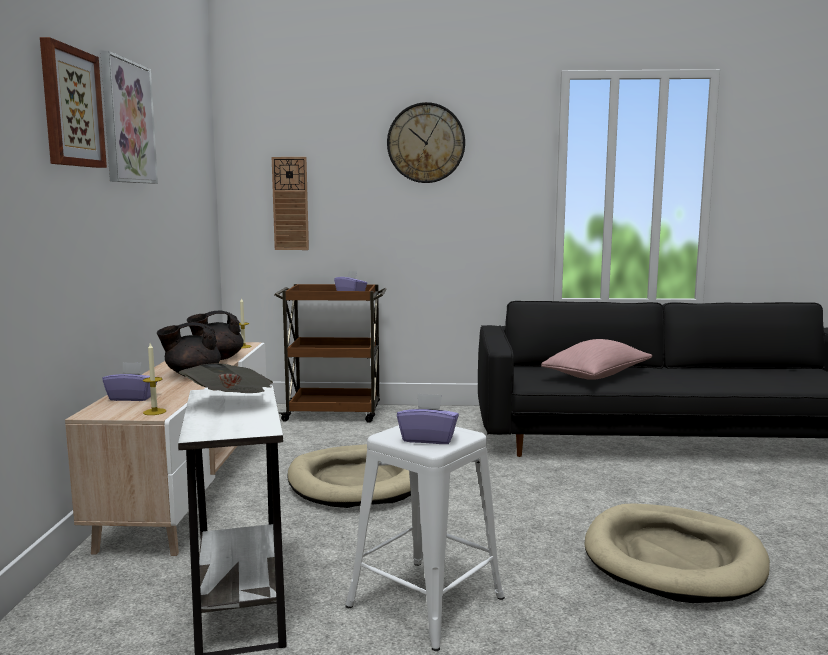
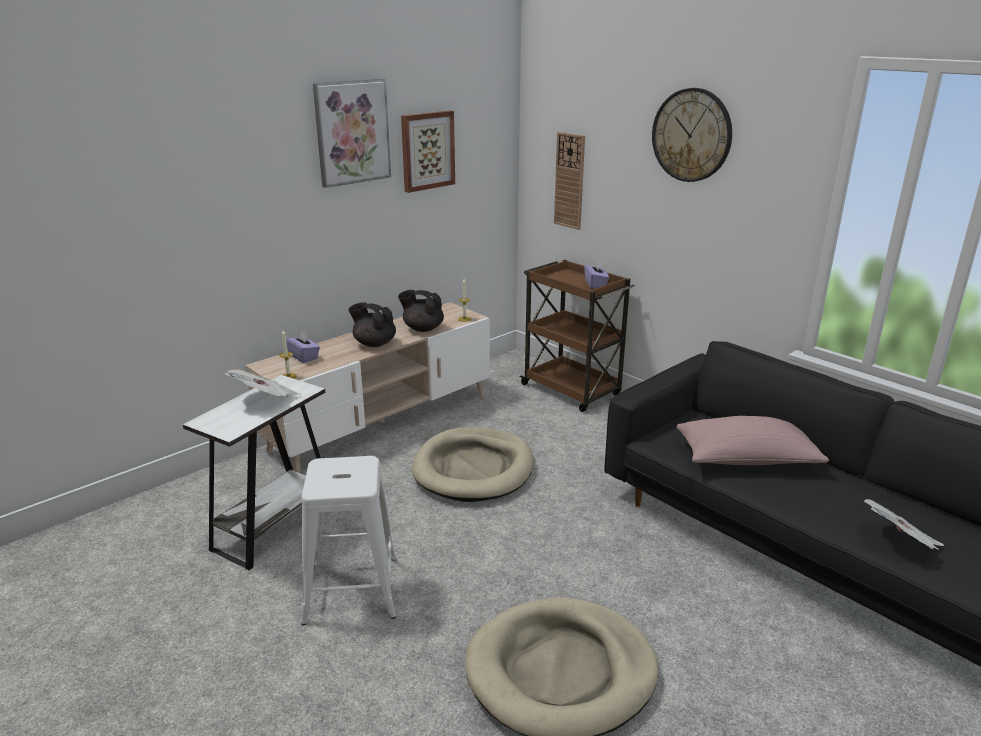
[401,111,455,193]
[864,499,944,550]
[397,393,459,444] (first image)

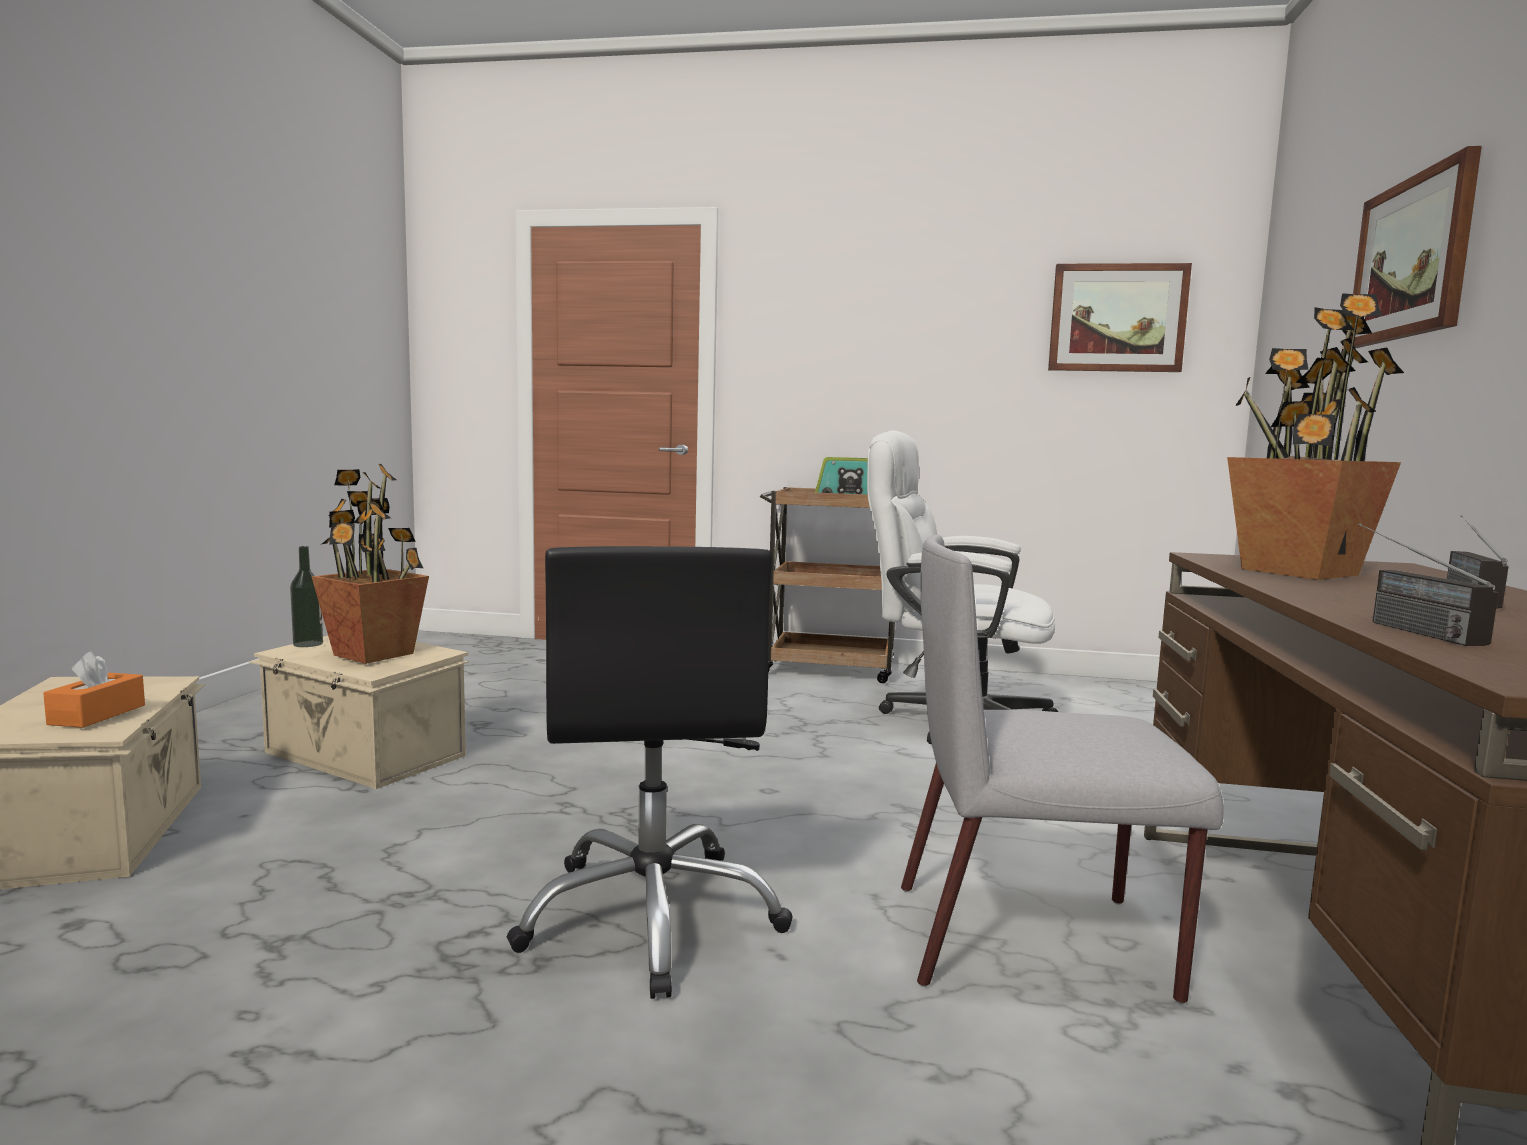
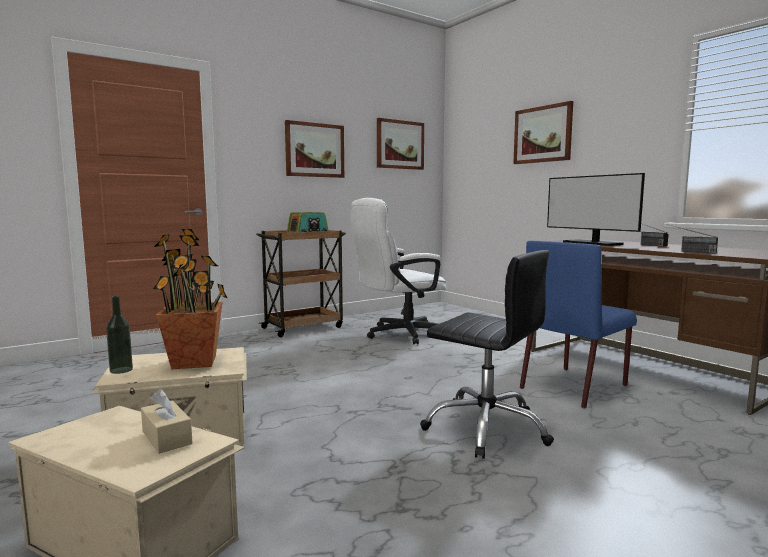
[141,389,192,454]
[285,120,344,178]
[520,241,637,409]
[547,173,645,246]

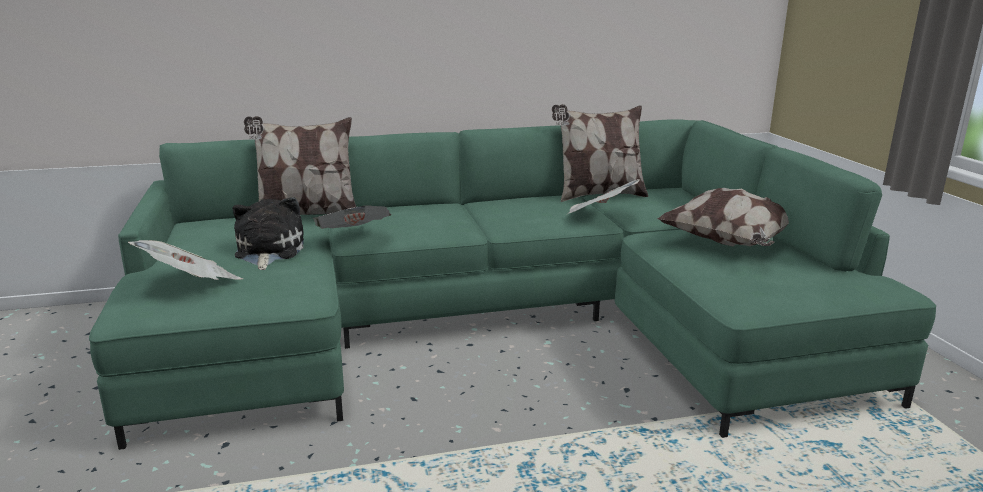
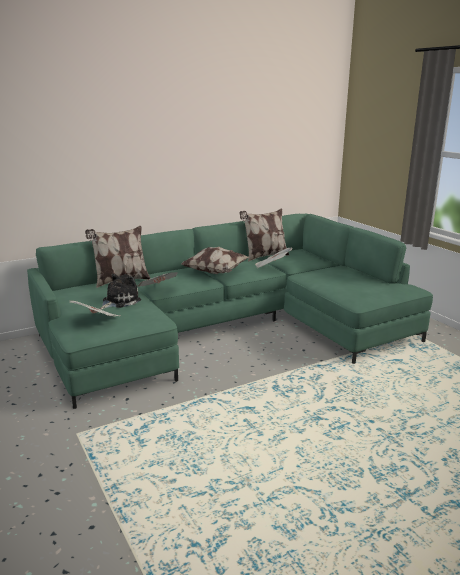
[99,274,141,310]
[181,247,249,274]

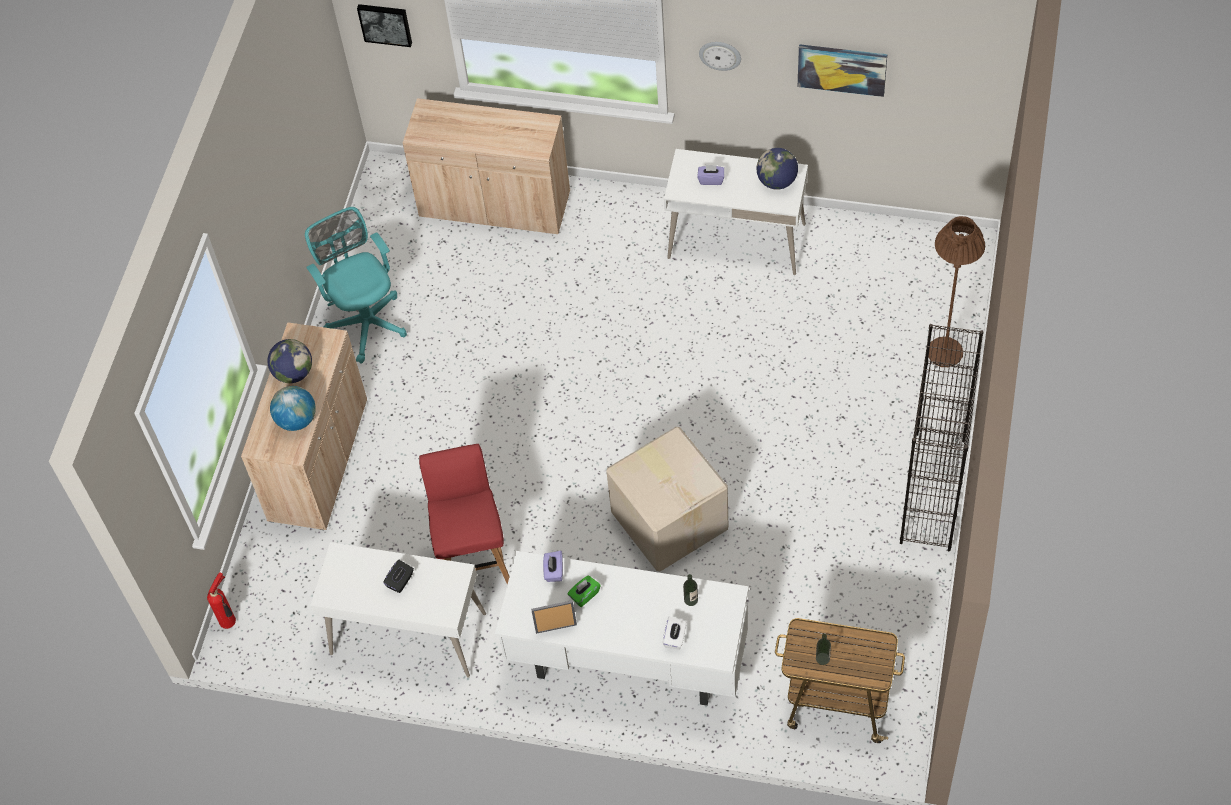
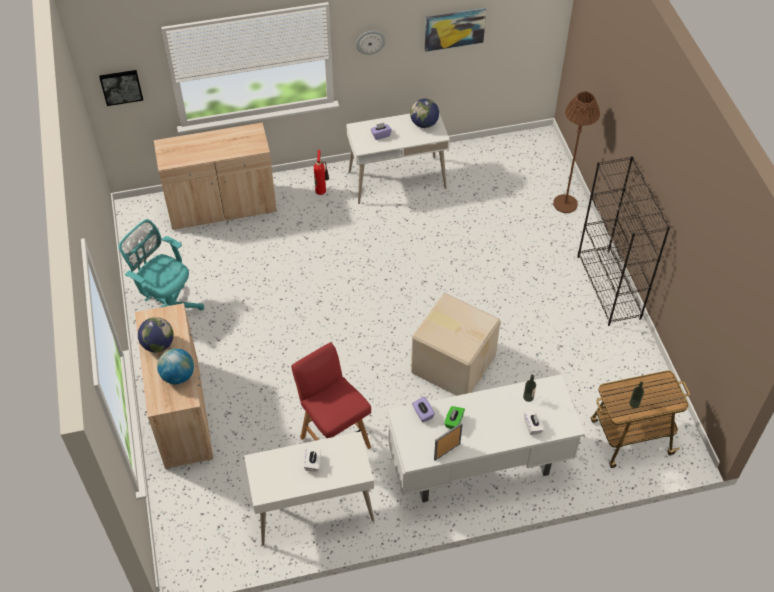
[304,447,321,472]
[314,150,329,195]

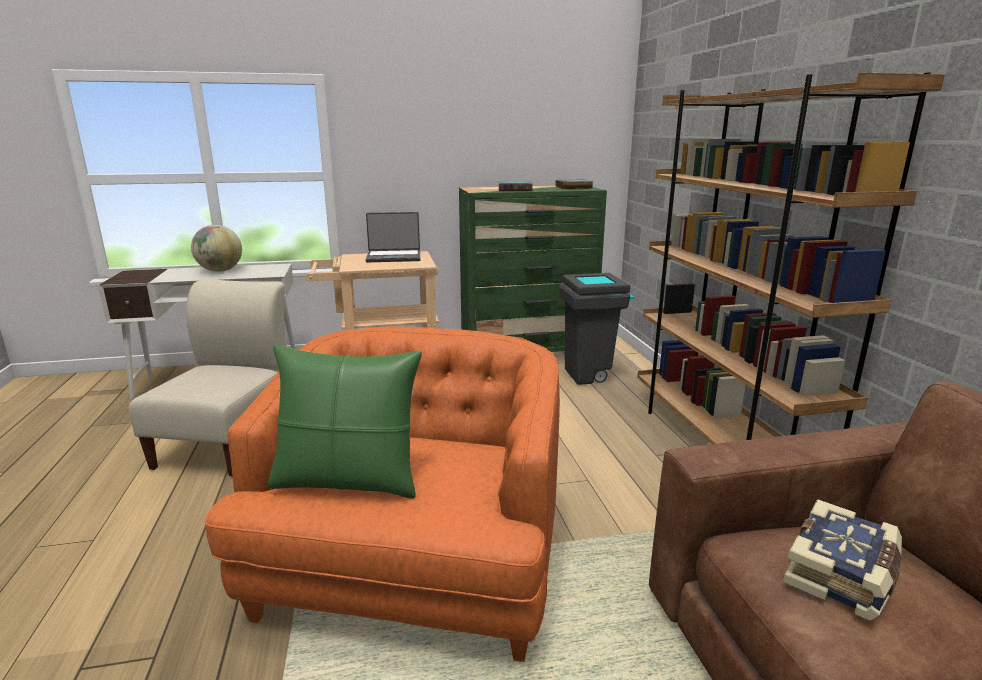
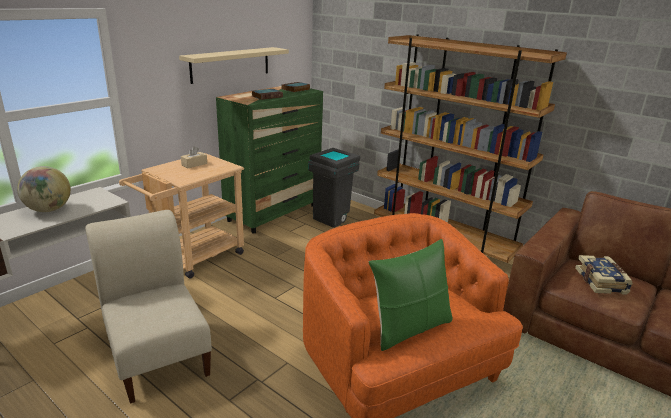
[179,47,289,84]
[181,146,207,168]

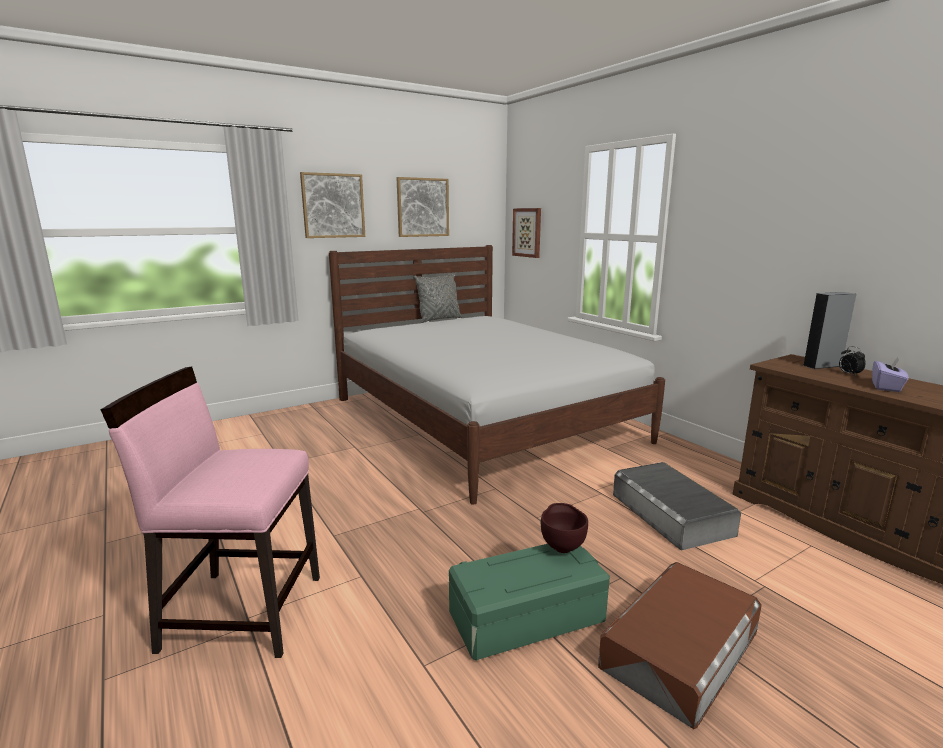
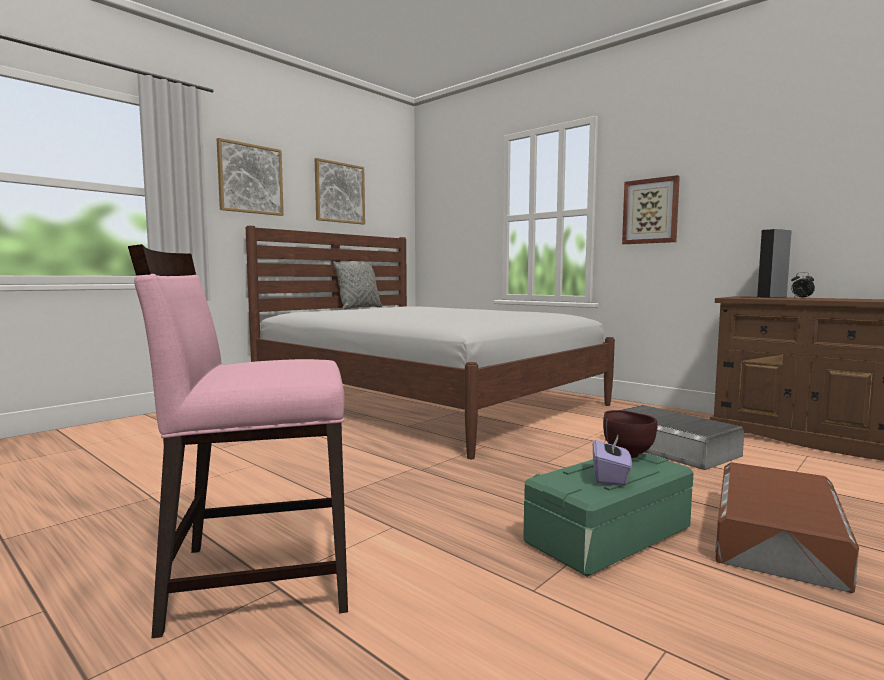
[593,435,632,486]
[622,175,680,244]

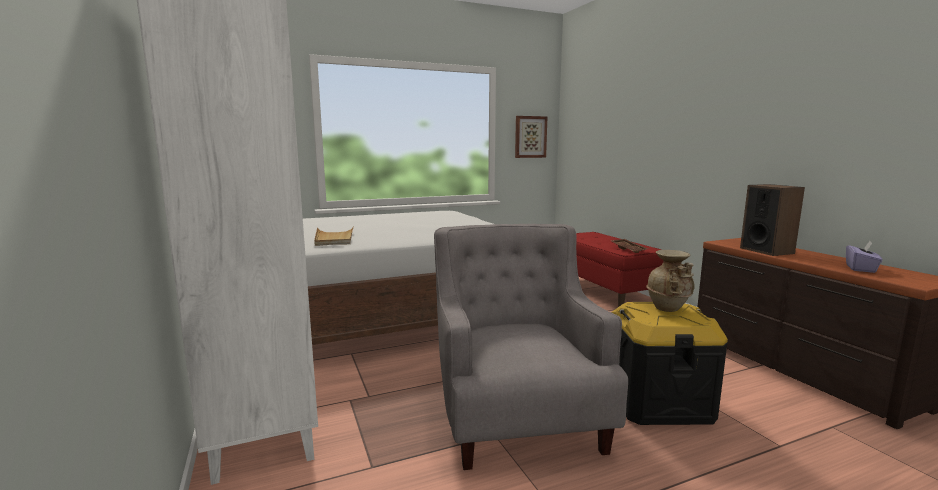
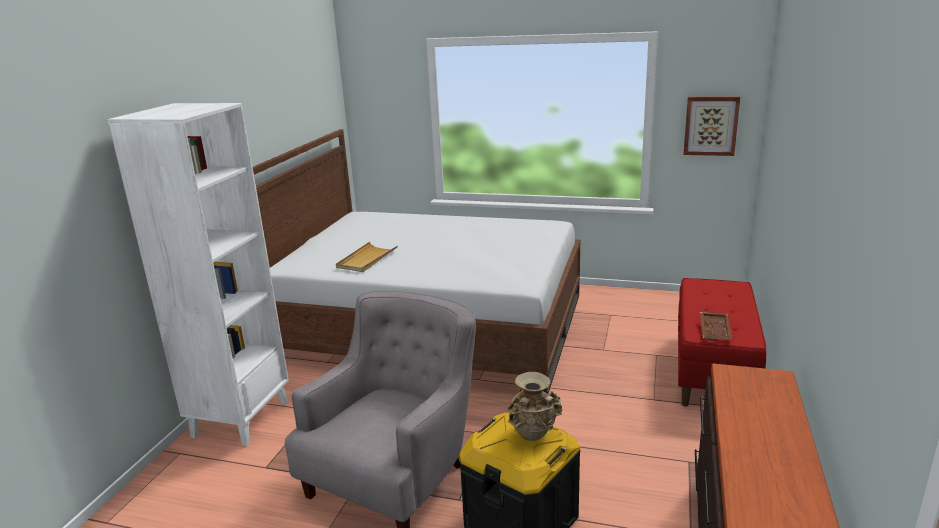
[740,184,805,256] (first image)
[846,241,883,273] (first image)

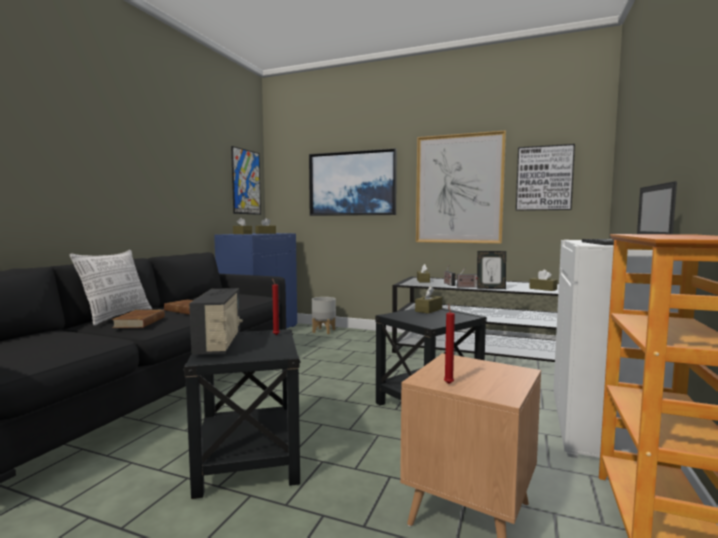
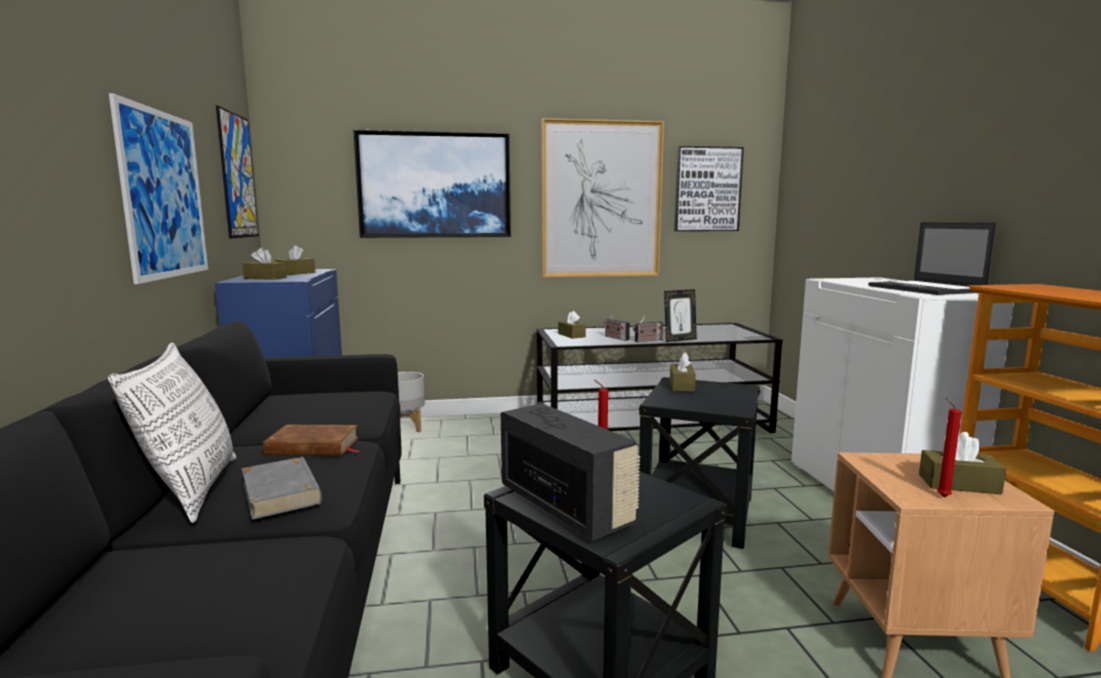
[109,93,208,284]
[242,457,322,520]
[919,432,1006,494]

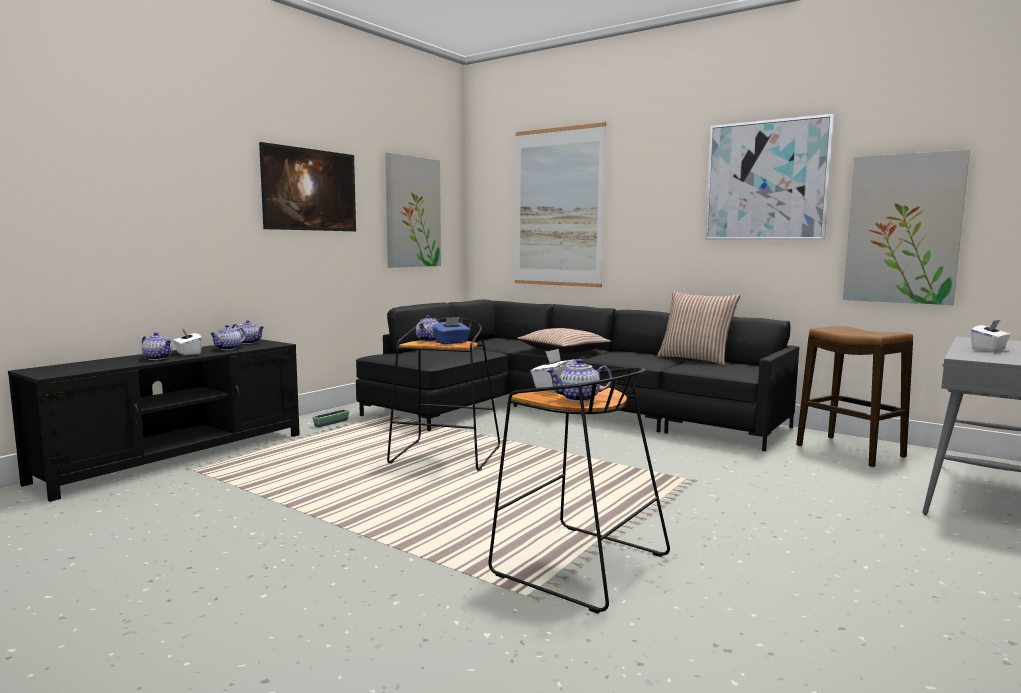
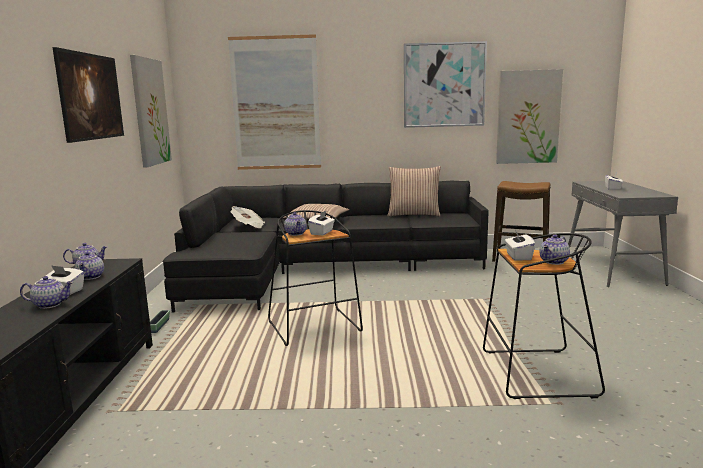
[230,206,265,228]
[308,211,335,235]

